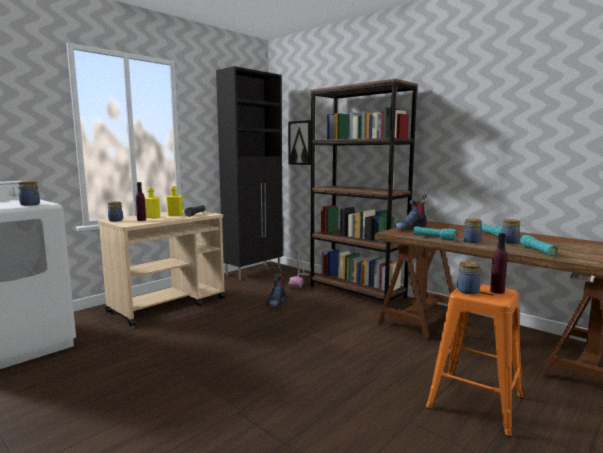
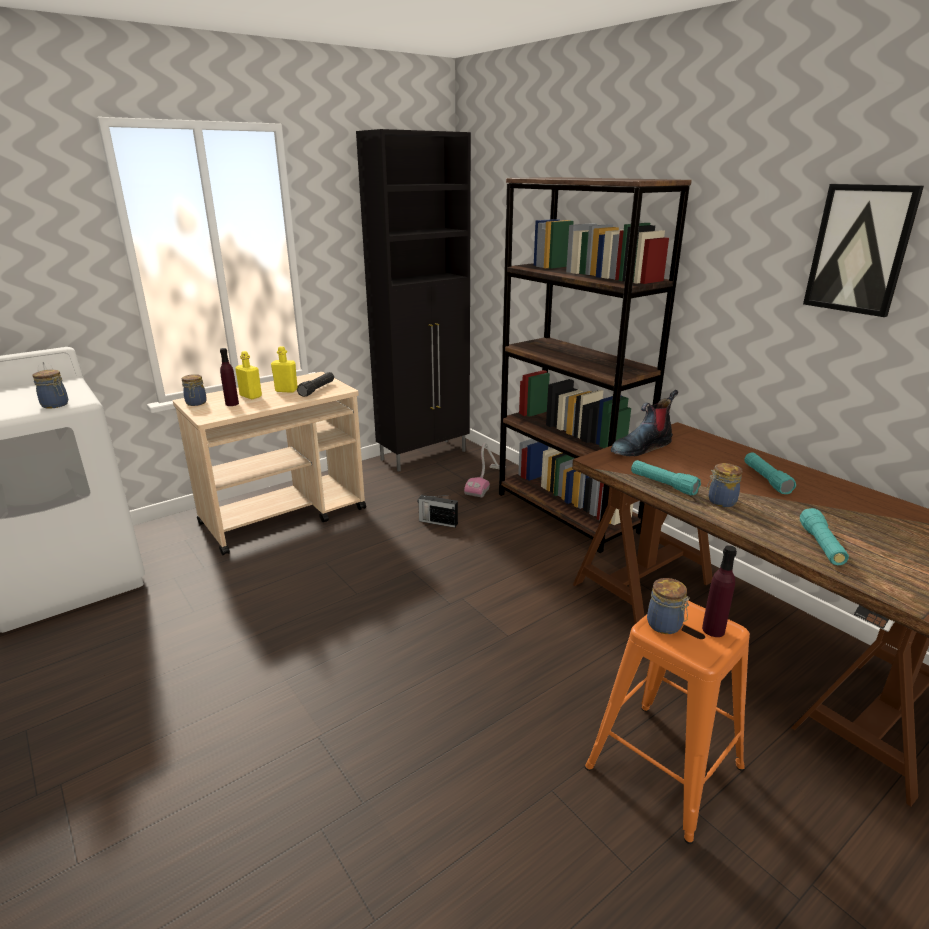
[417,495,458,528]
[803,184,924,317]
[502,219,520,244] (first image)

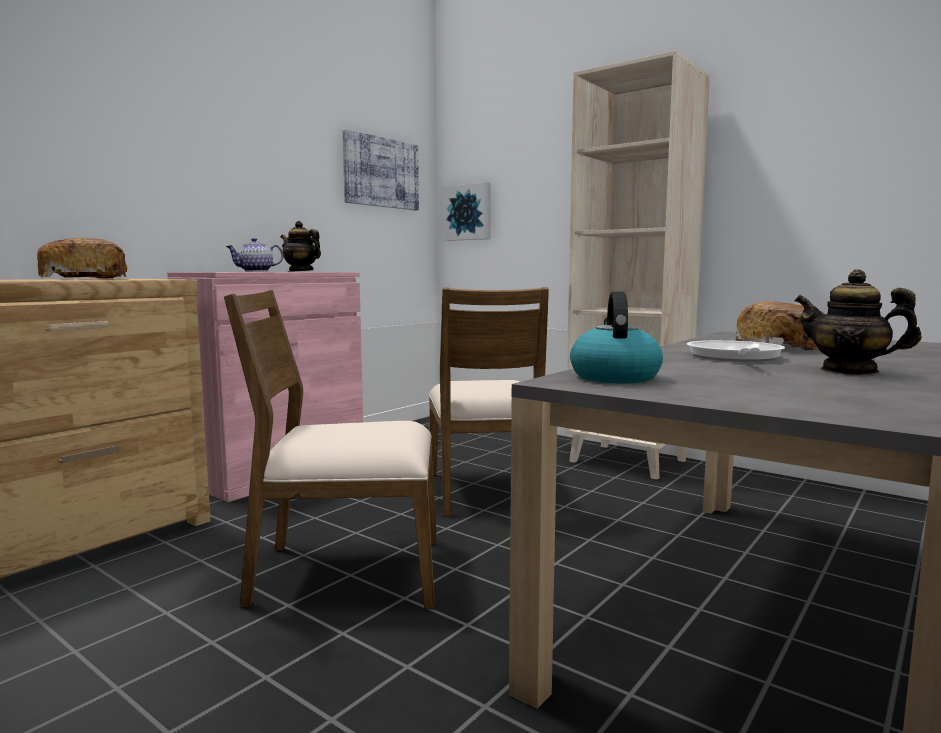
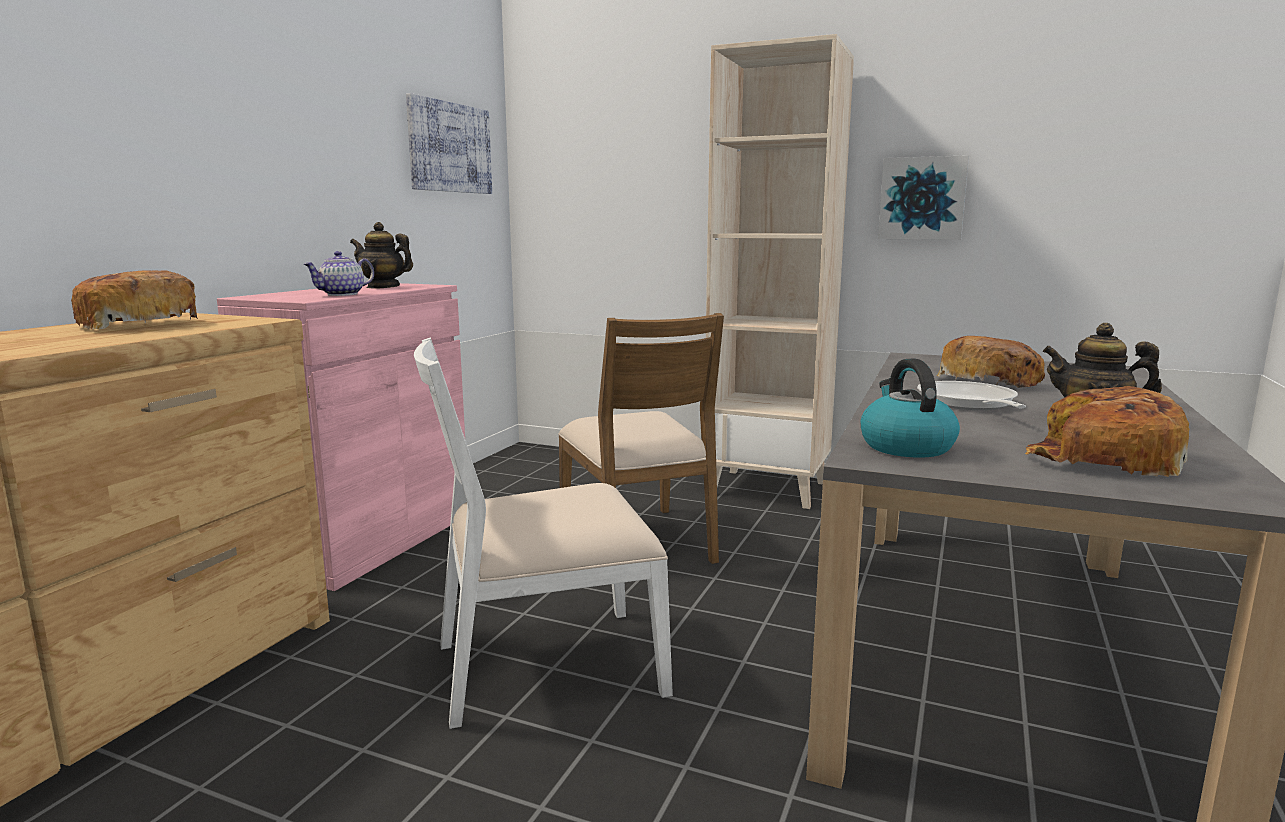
[414,337,673,729]
[878,155,969,240]
[1025,386,1189,477]

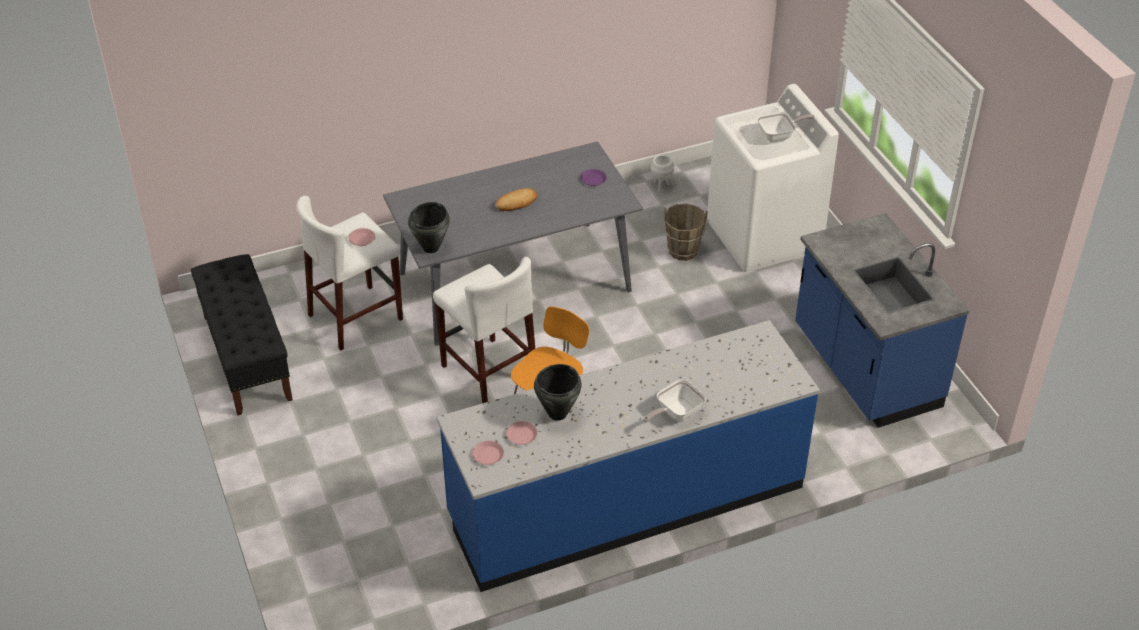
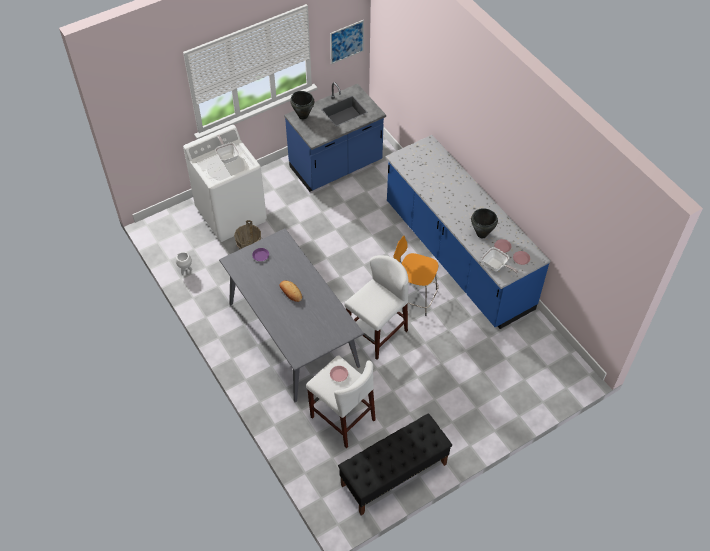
[290,91,315,119]
[330,20,364,64]
[482,247,519,274]

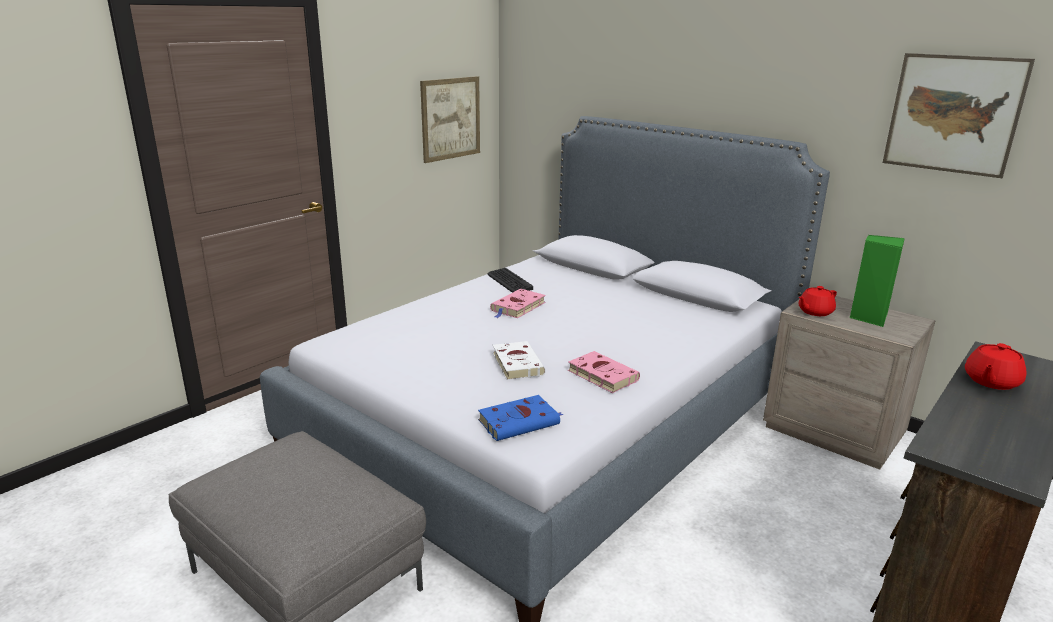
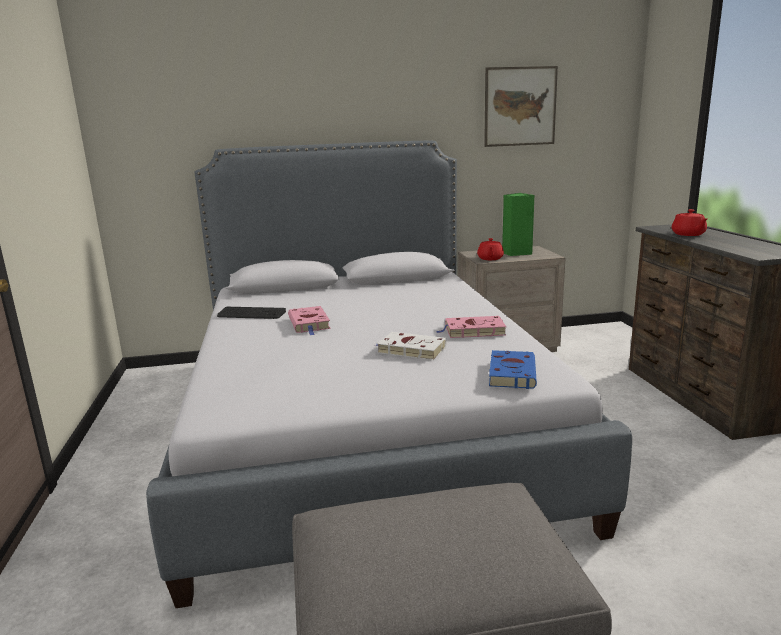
[420,76,480,163] (first image)

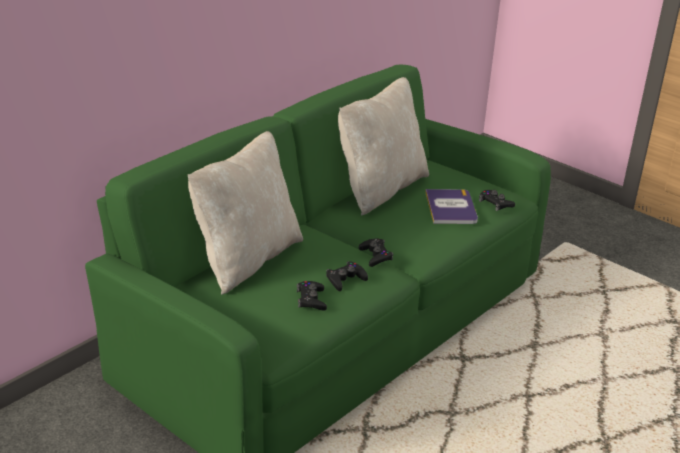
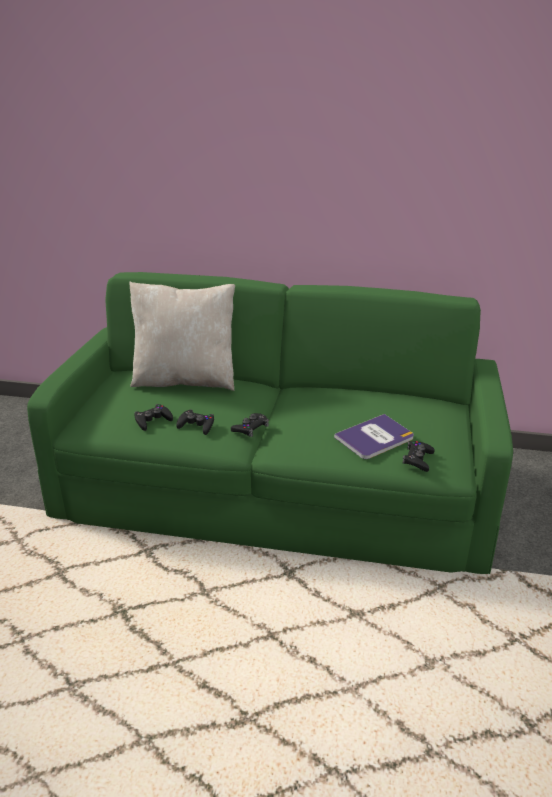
[338,77,429,215] (first image)

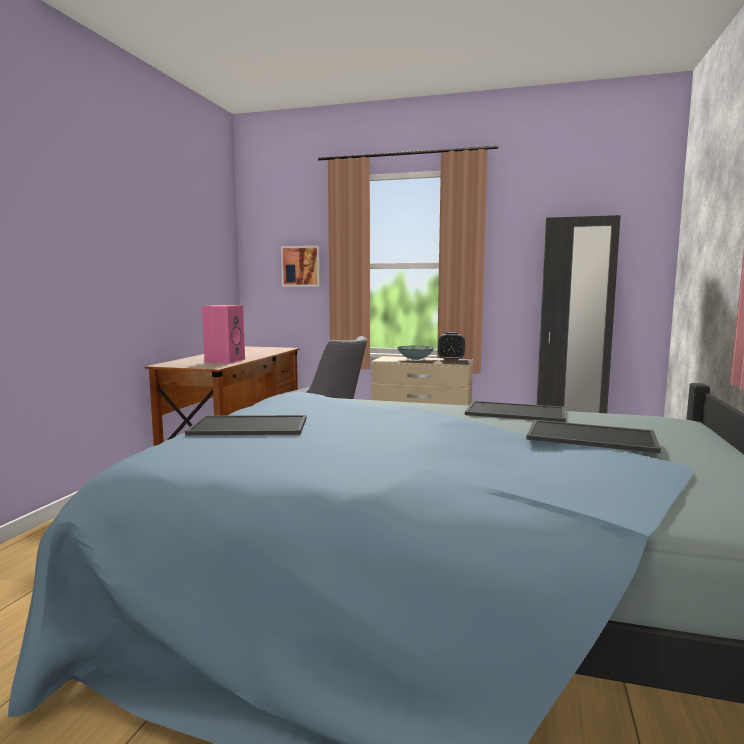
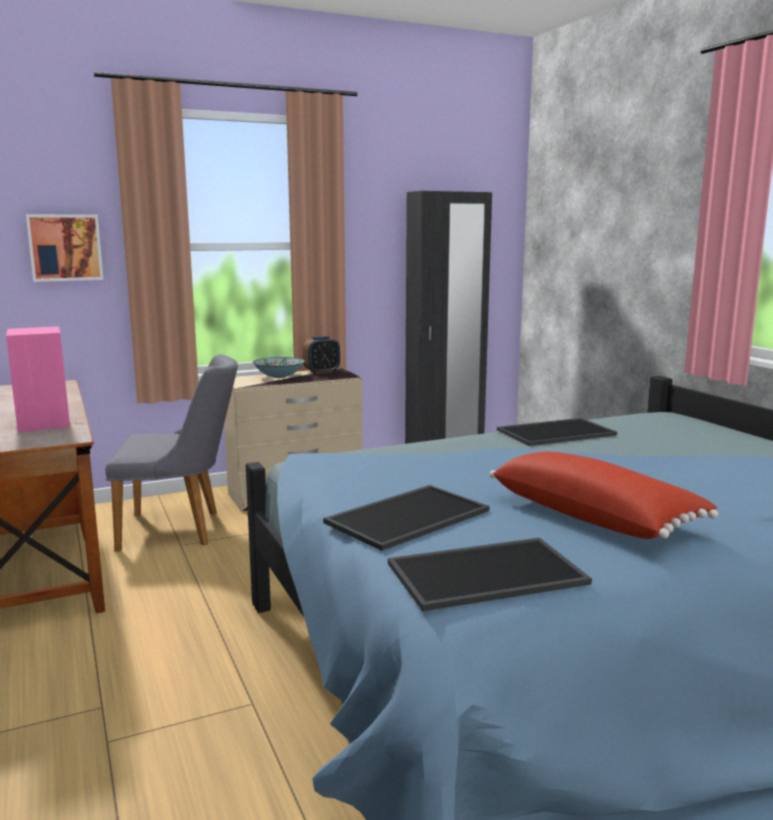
[388,538,592,611]
[490,452,718,539]

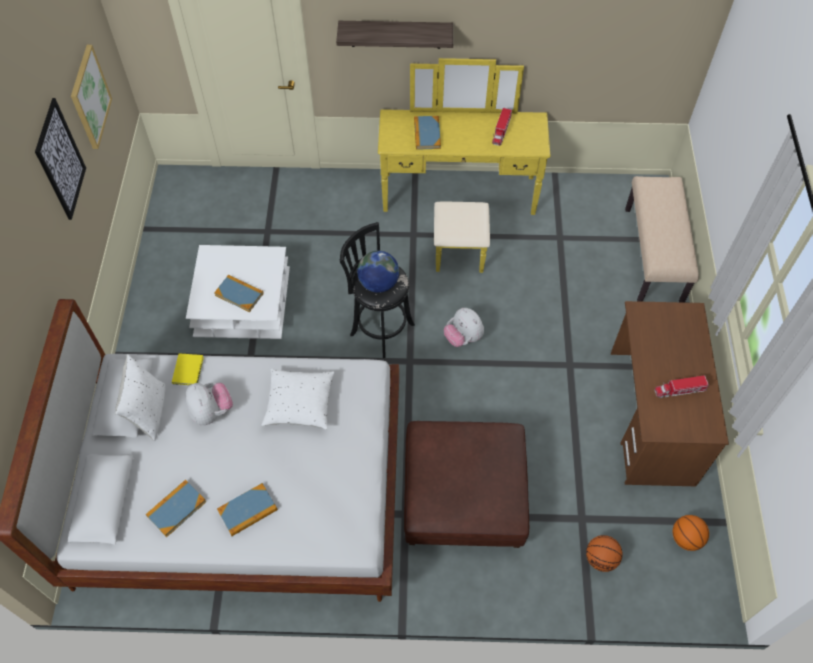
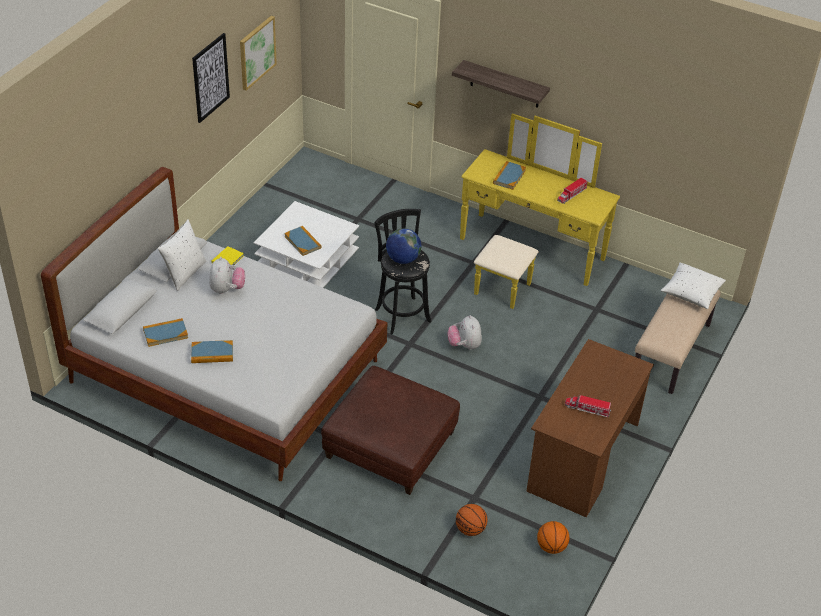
[661,263,726,309]

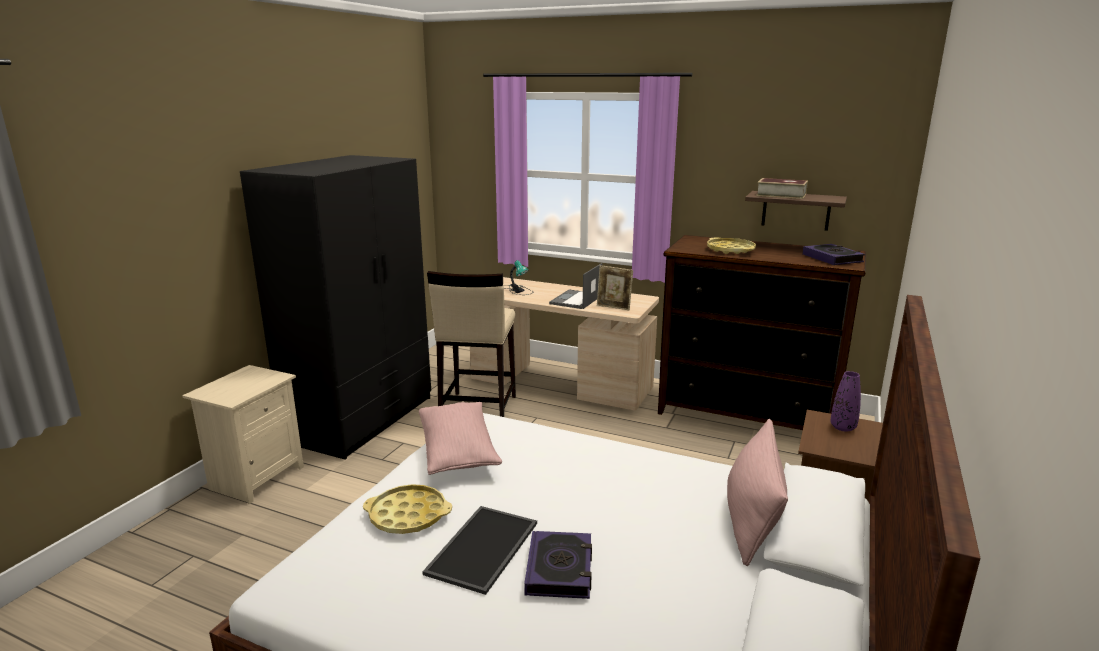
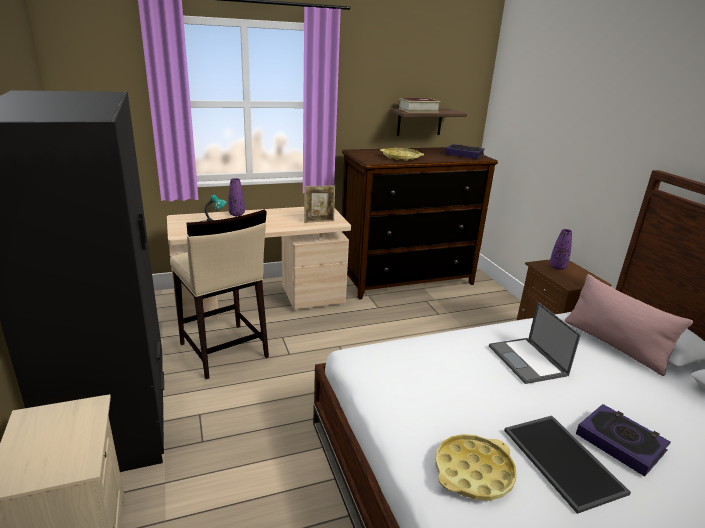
[228,178,245,216]
[489,302,581,384]
[419,402,502,475] (first image)

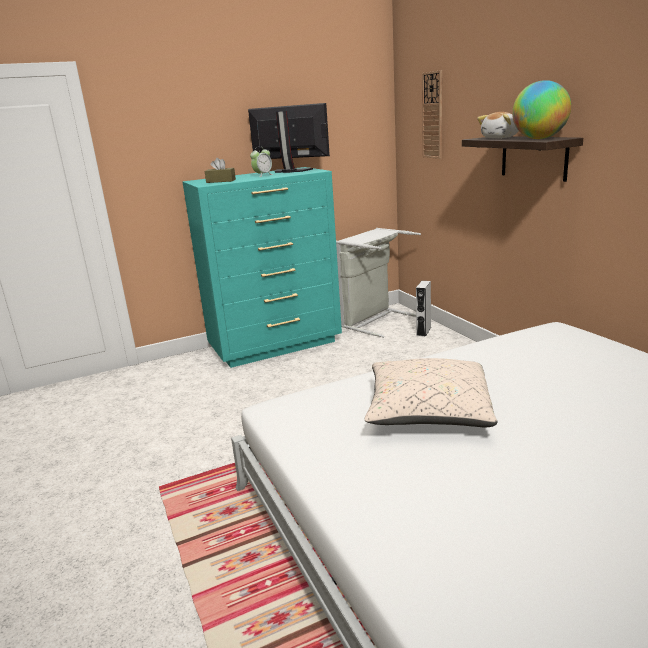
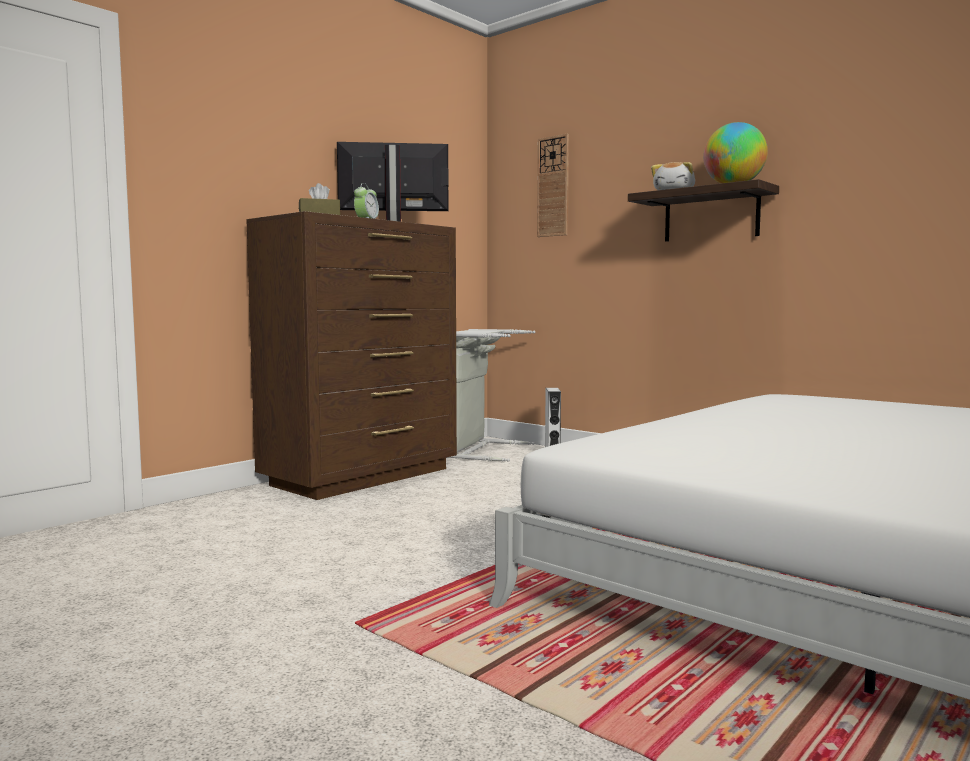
[247,211,457,500]
[364,358,497,427] (first image)

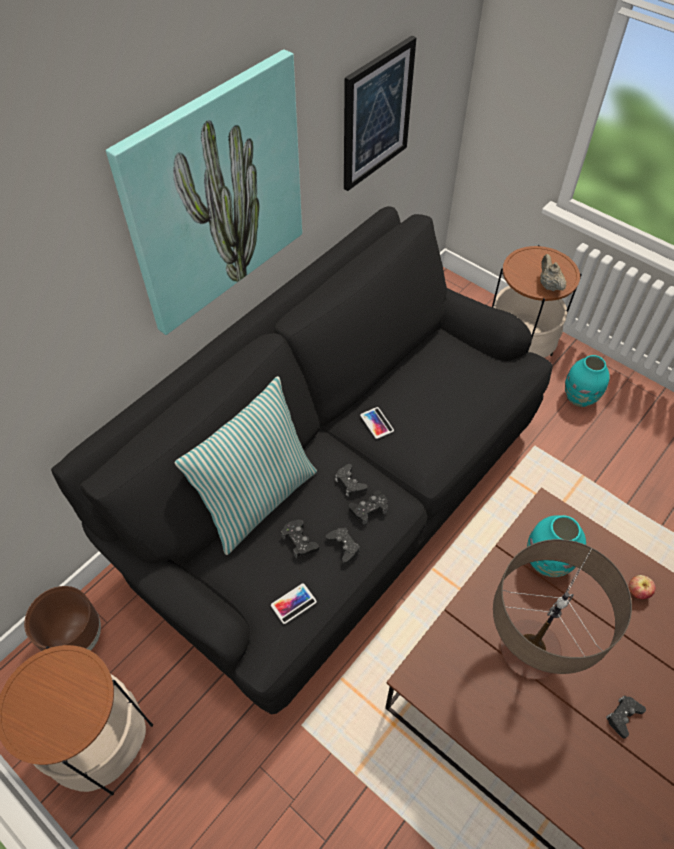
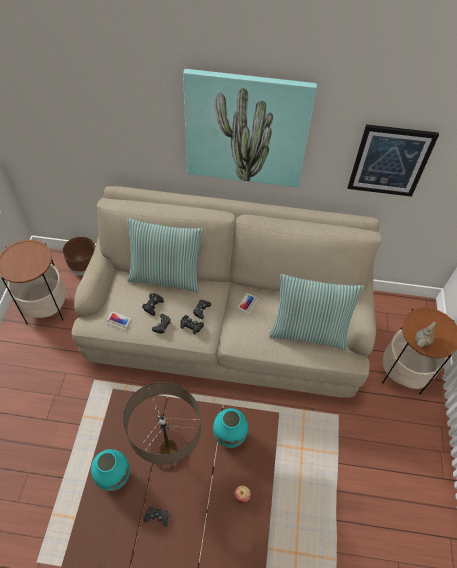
[72,186,382,399]
[91,449,130,491]
[269,274,364,350]

